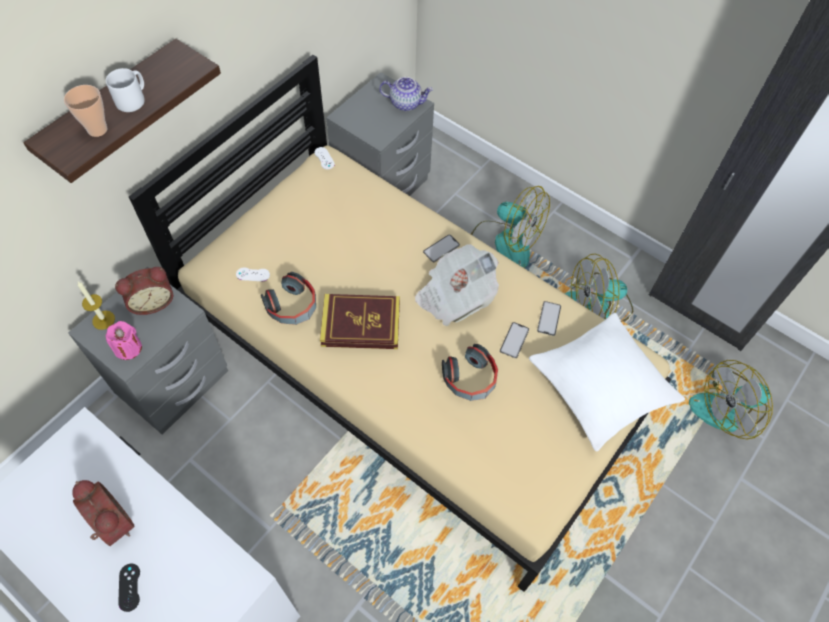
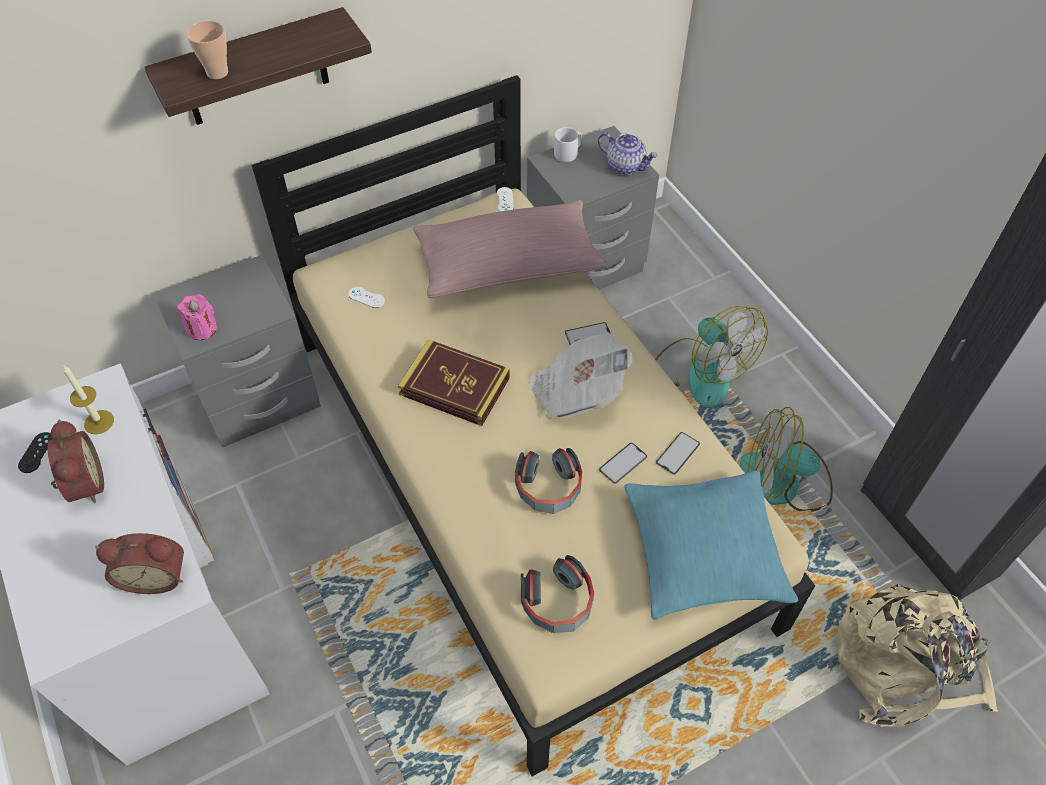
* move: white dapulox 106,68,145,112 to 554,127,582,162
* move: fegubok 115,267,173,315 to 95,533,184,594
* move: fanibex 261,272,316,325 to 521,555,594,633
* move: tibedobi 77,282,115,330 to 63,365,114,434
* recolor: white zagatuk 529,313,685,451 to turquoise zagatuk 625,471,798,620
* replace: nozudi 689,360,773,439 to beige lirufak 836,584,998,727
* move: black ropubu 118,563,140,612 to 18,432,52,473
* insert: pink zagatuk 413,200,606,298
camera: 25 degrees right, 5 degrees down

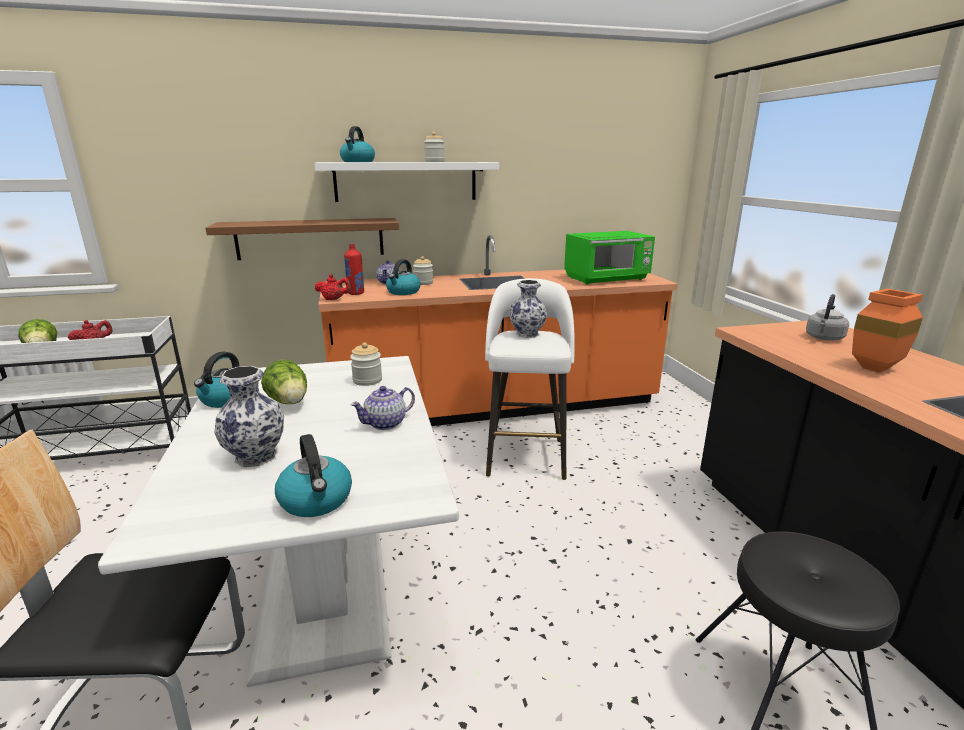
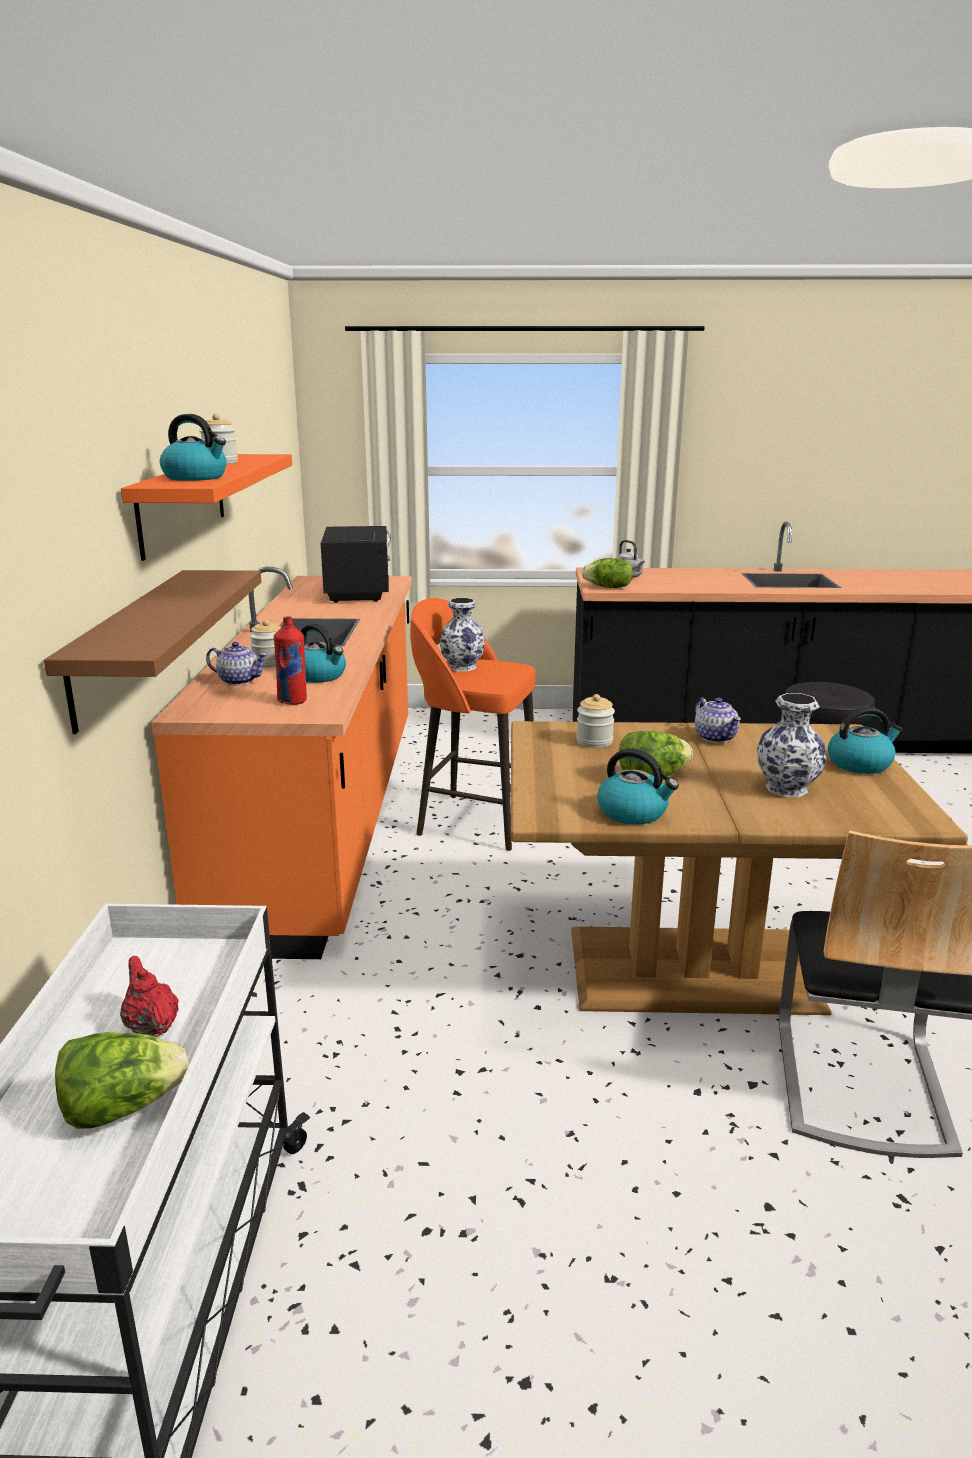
* recolor: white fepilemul 315,162,499,202 to orange fepilemul 121,454,292,561
* recolor: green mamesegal 564,231,655,285 to black mamesegal 321,526,391,603
* delete: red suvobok 315,274,351,300
* recolor: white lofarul 485,278,575,480 to orange lofarul 410,598,535,851
* delete: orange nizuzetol 852,288,923,373
* recolor: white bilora 98,356,459,687 to brown bilora 511,721,968,1015
* insert: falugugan 581,558,633,588
camera: 75 degrees left, 0 degrees up

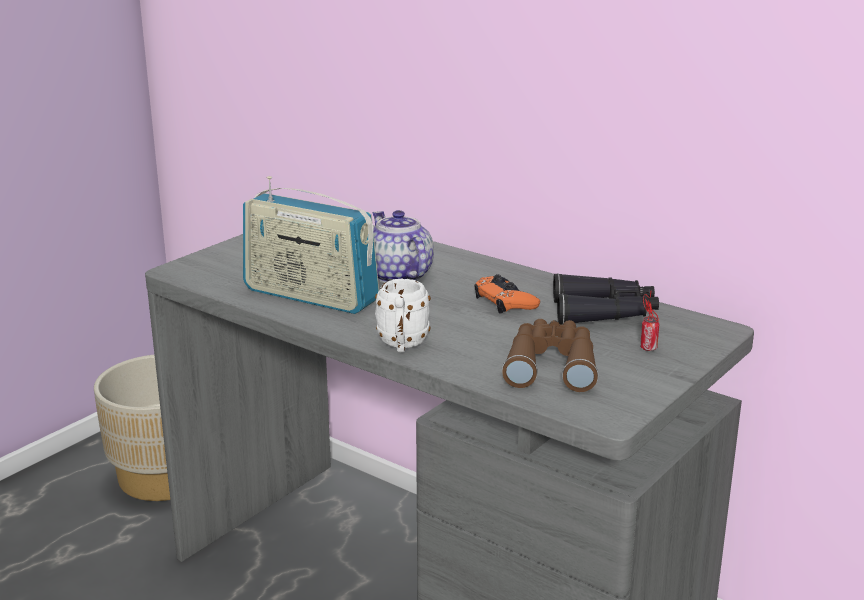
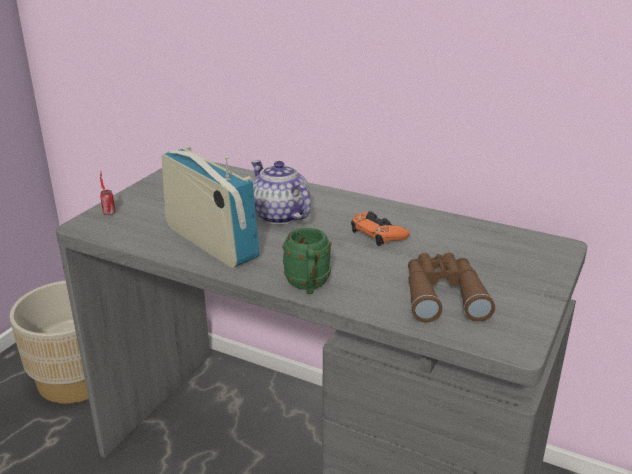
* rotate: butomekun 243,176,379,314 = 161,146,259,268 150 degrees counterclockwise
* delete: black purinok 553,273,659,325
* recolor: white dapulox 375,279,431,352 to green dapulox 282,228,332,294
* move: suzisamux 640,292,659,351 to 100,174,116,215
camera: 10 degrees left, 5 degrees up

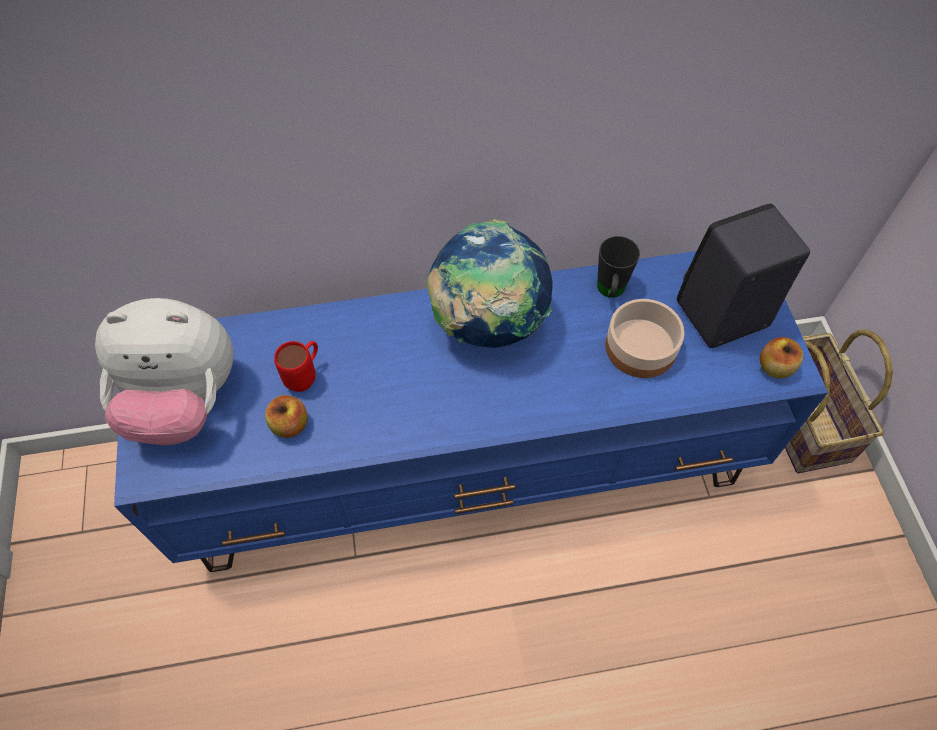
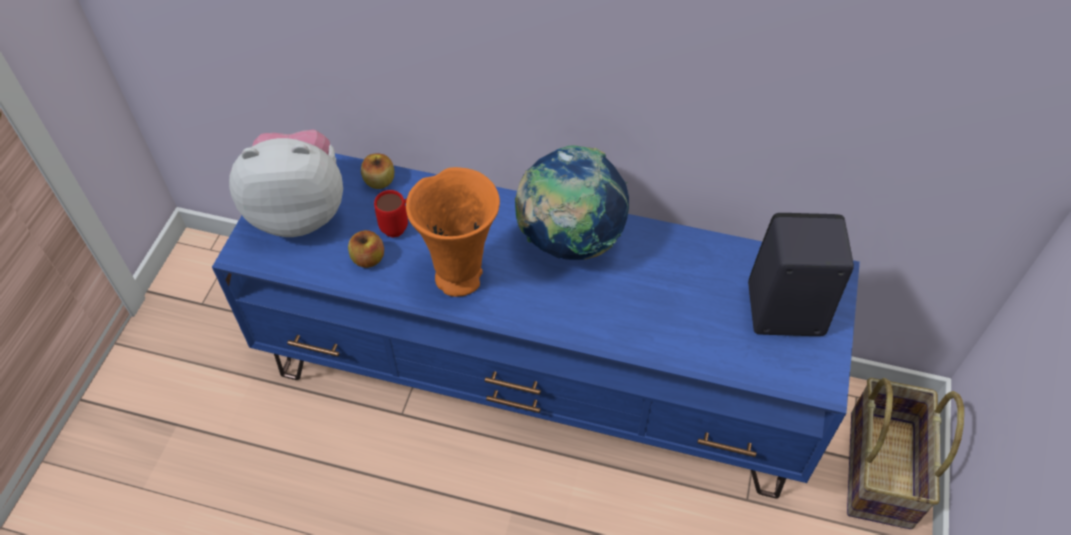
* delete: black dapulox 597,236,640,298
* rotate: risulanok 95,298,233,445 = 229,130,343,237 150 degrees clockwise
* delete: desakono 605,299,685,378
* move: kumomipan 760,337,803,378 to 361,153,394,189
* insert: orange nizuzetol 406,167,500,297
camera: 25 degrees right, 5 degrees down

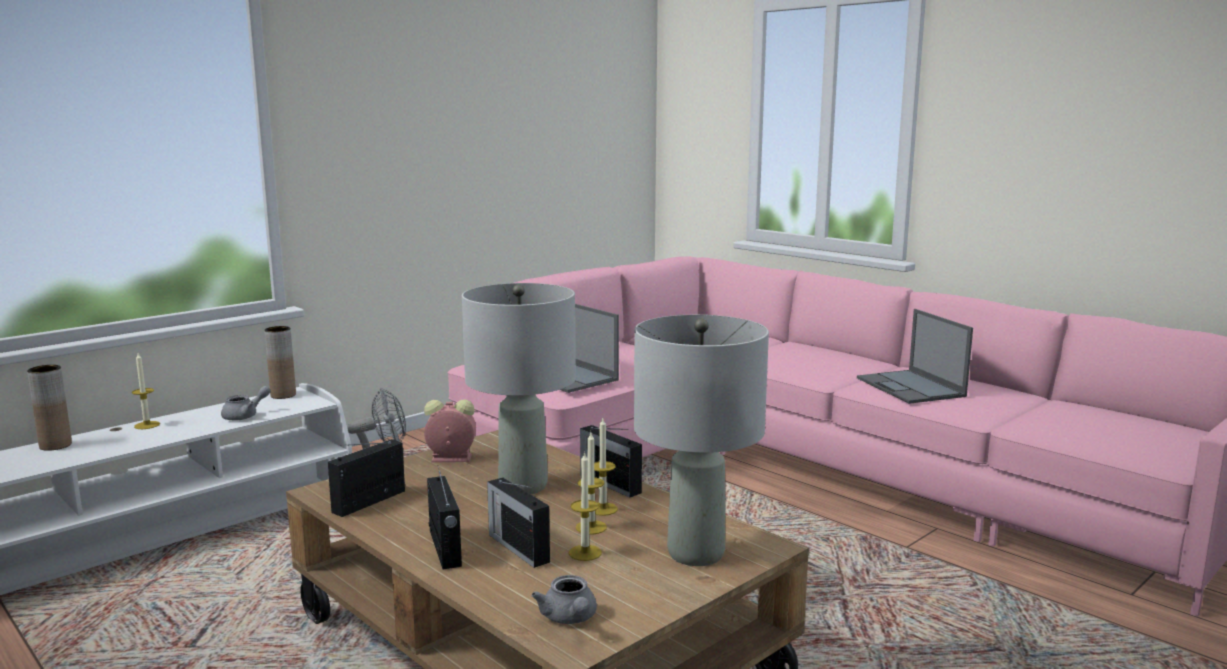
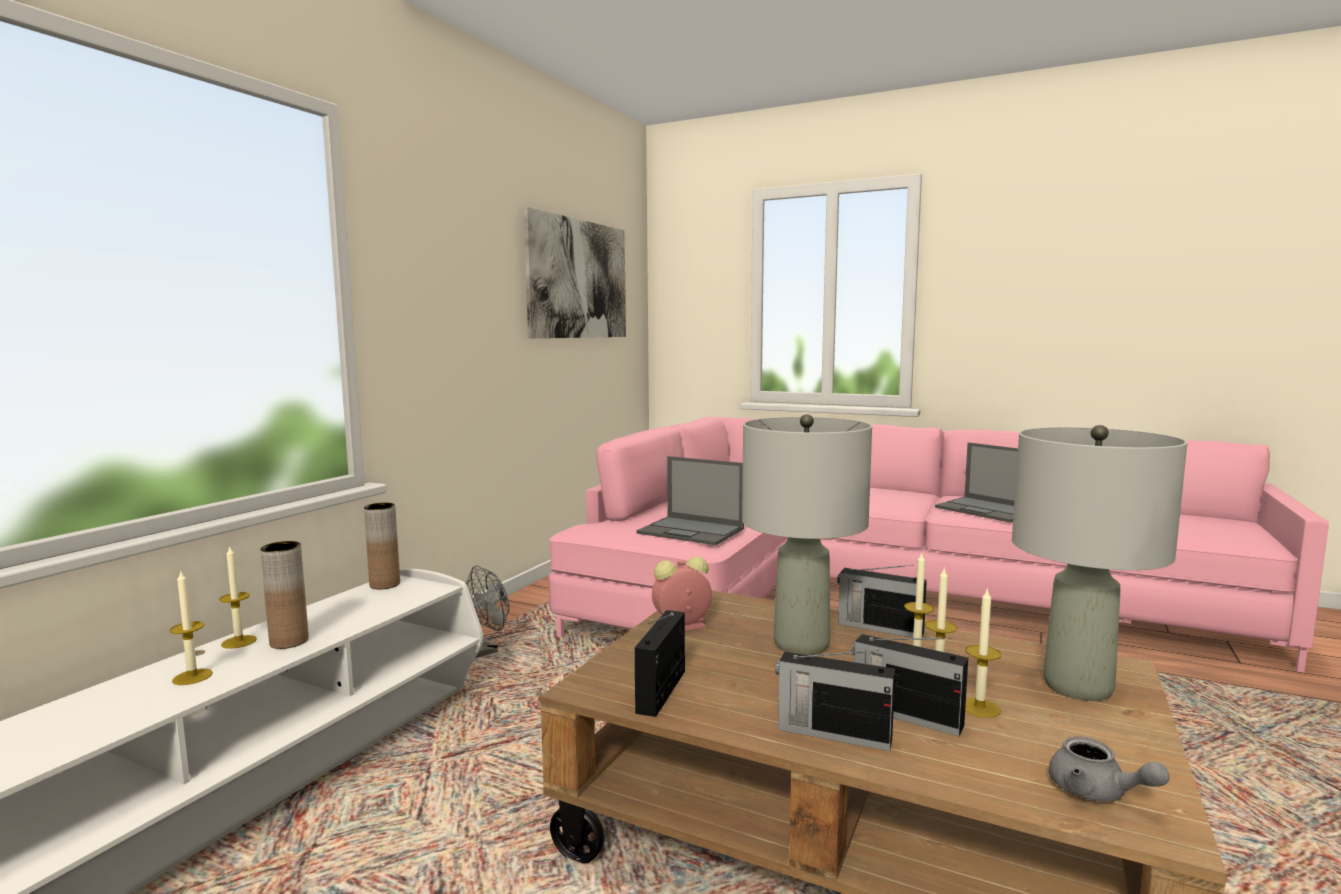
* move: brown nizuzetol 27,365,72,451 to 260,541,309,649
* delete: grey suvobok 221,386,271,421
* rotate: butomekun 427,465,462,569 = 776,650,895,751 150 degrees clockwise
* insert: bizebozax 523,207,626,338
* insert: tibedobi 169,572,213,685
camera: 20 degrees left, 5 degrees down

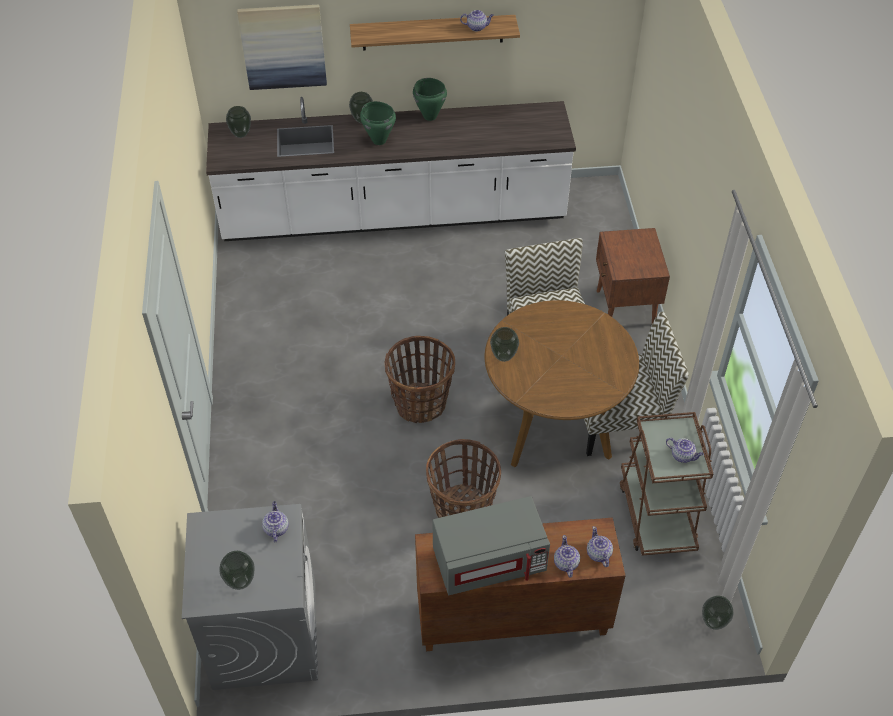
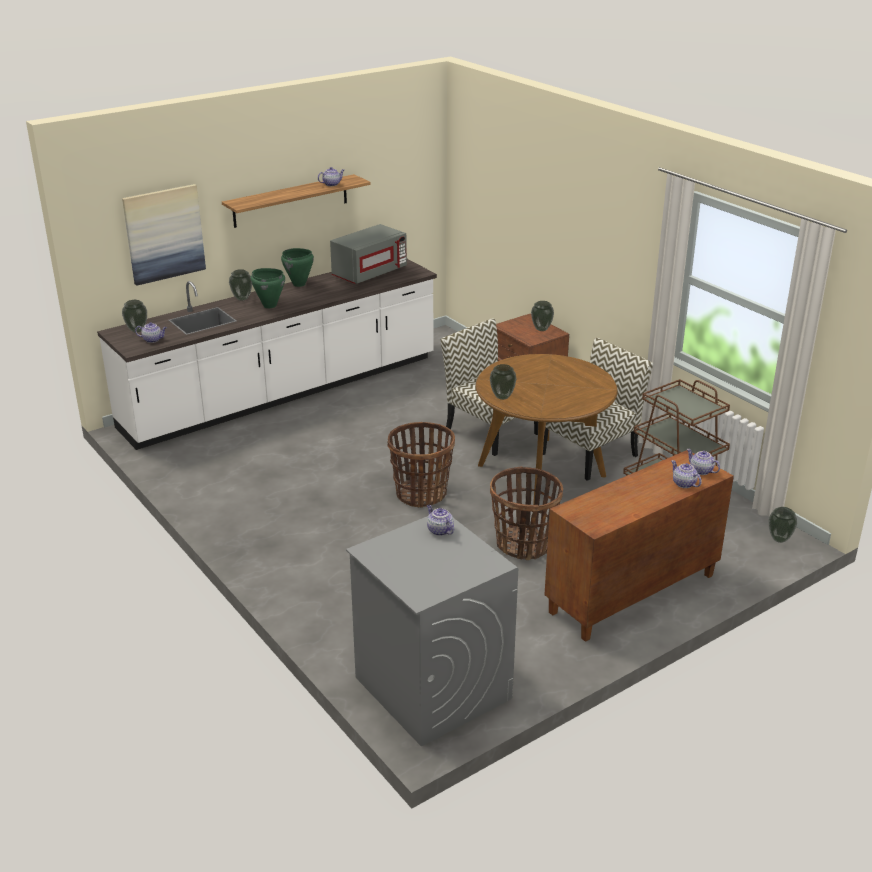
* move: suvobok 666,438,704,463 to 135,322,167,343
* move: grey mamesegal 432,496,550,595 to 330,224,407,284
* move: nizuzetol 219,551,255,590 to 531,301,554,331
camera: 30 degrees left, 20 degrees down

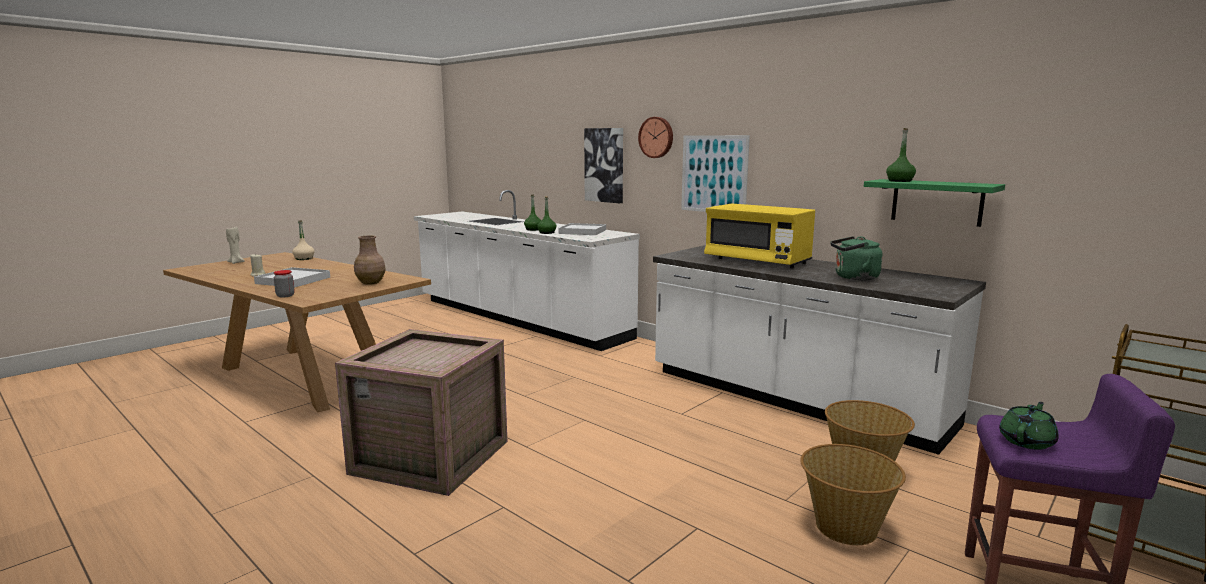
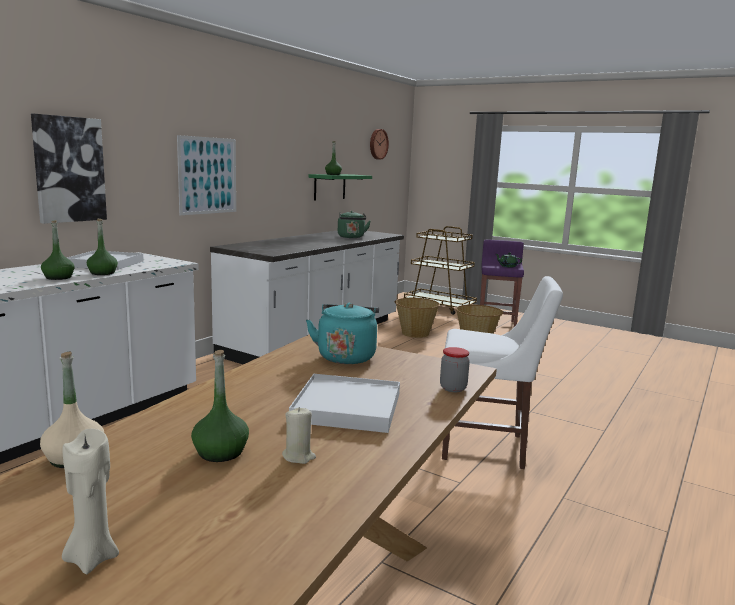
* move: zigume 638,117,673,158 to 370,129,389,160
* delete: yellow mamesegal 704,204,815,268
* replace: brown nizuzetol 354,236,386,285 to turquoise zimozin 306,302,379,364
* replace: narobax 335,329,507,496 to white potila 442,276,563,469
* insert: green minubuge 191,350,249,462
camera: 100 degrees left, 0 degrees up

